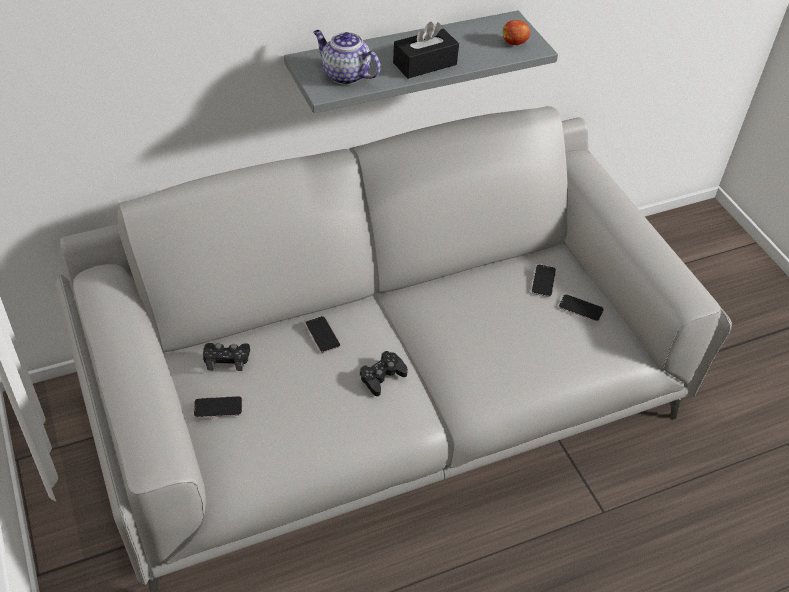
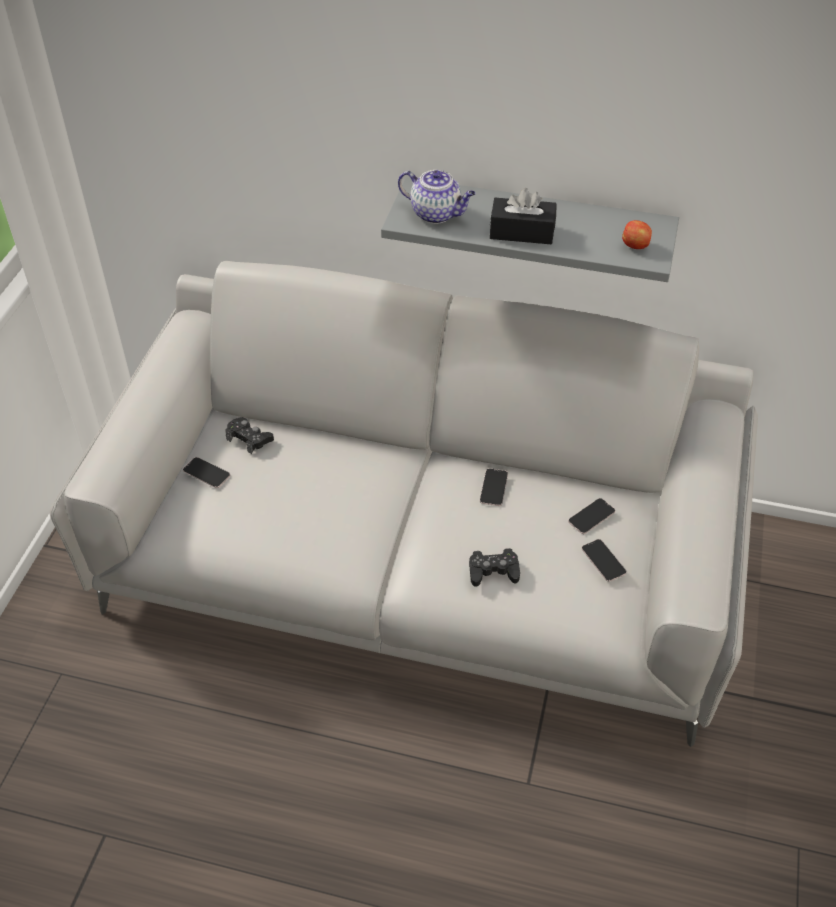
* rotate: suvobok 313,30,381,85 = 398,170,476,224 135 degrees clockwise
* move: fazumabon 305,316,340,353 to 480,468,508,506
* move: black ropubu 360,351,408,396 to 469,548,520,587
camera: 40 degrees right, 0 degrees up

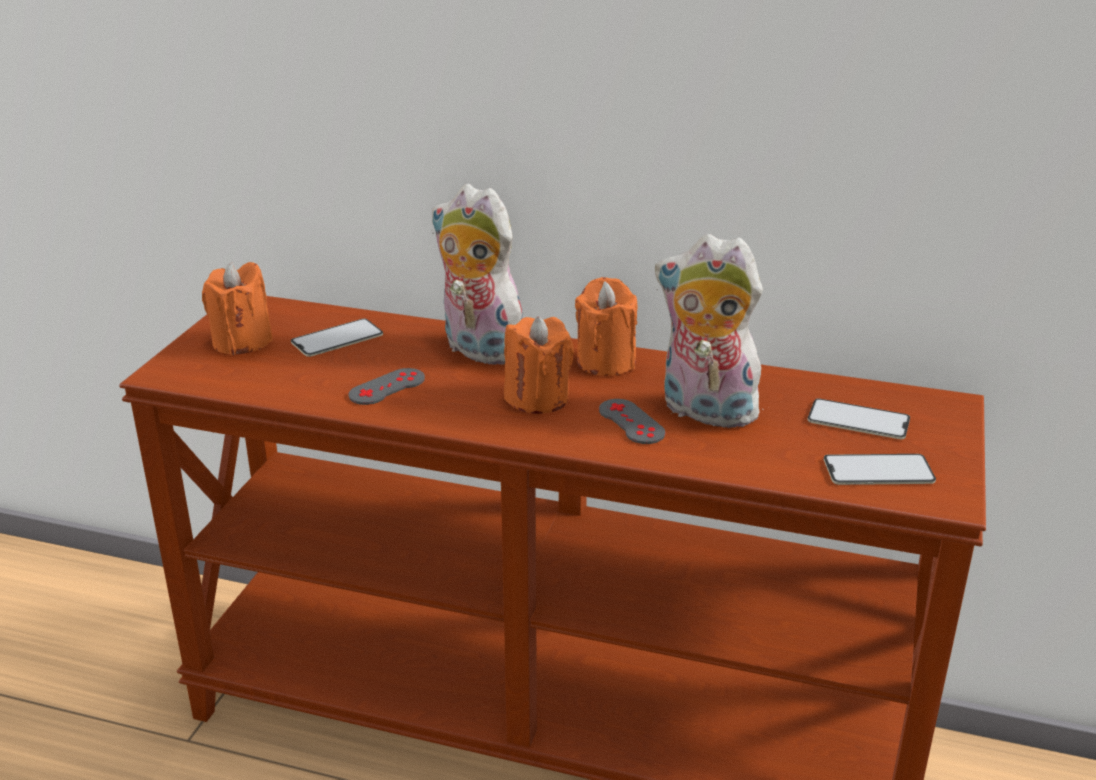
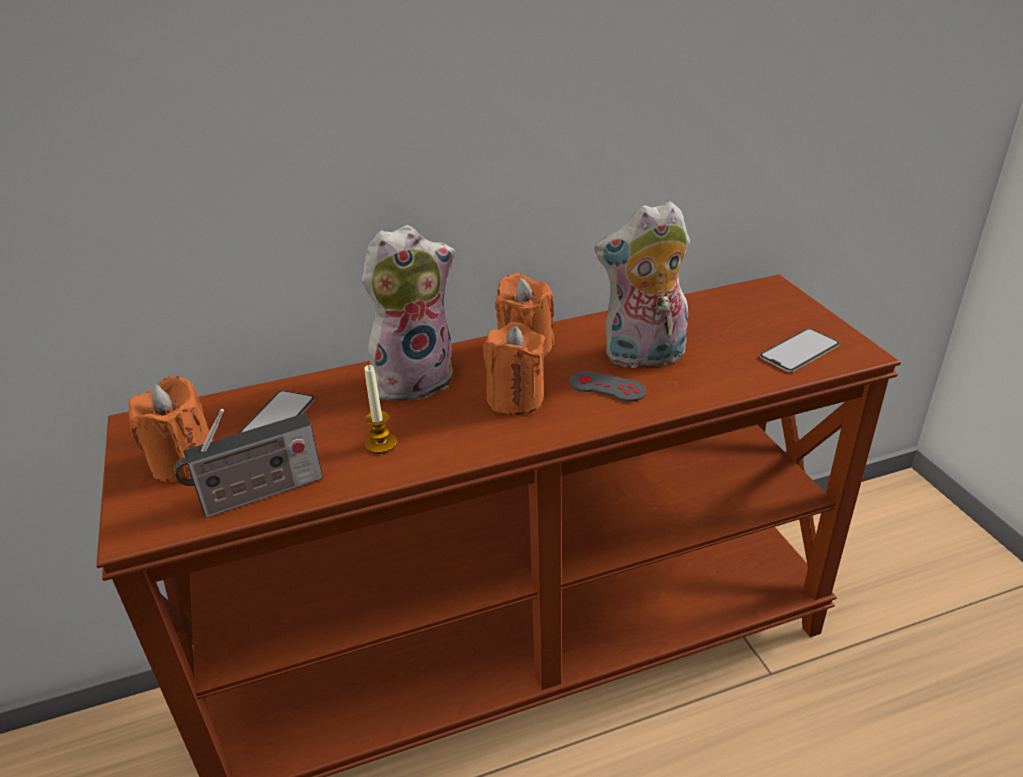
* rotate: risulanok 431,184,523,365 = 362,225,456,405 150 degrees clockwise
* replace: grey ropubu 348,368,425,405 to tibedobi 364,365,397,454
* delete: fazumabon 808,399,910,439
* insert: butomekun 174,409,323,518
camera: 35 degrees left, 5 degrees up

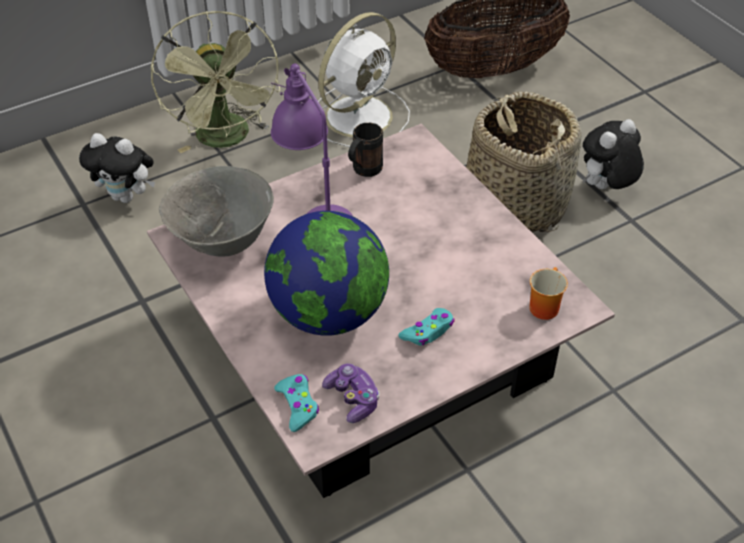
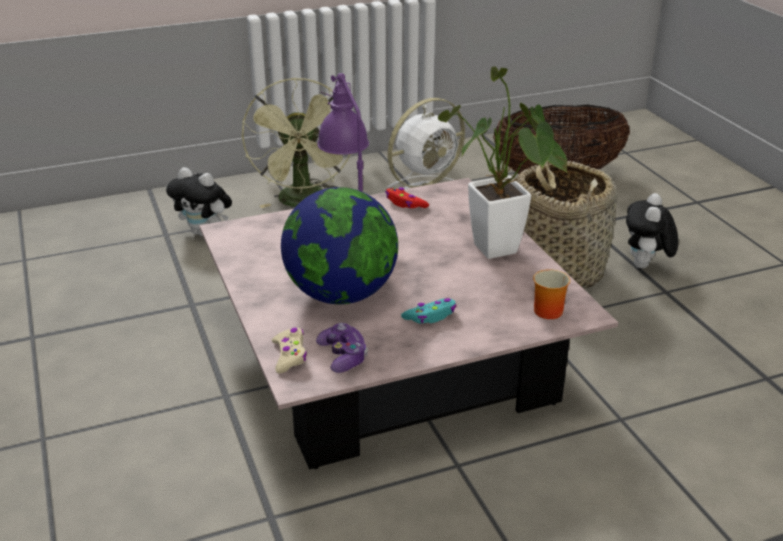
* rotate: risulanok 583,119,644,189 = 626,193,678,268 45 degrees counterclockwise
* replace: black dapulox 348,123,383,177 to red ropubu 385,187,429,208
* delete: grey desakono 159,166,274,257
* recolor: turquoise ropubu 274,374,319,432 to beige ropubu 272,328,307,374
* insert: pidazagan 438,67,568,259
camera: 10 degrees right, 15 degrees down

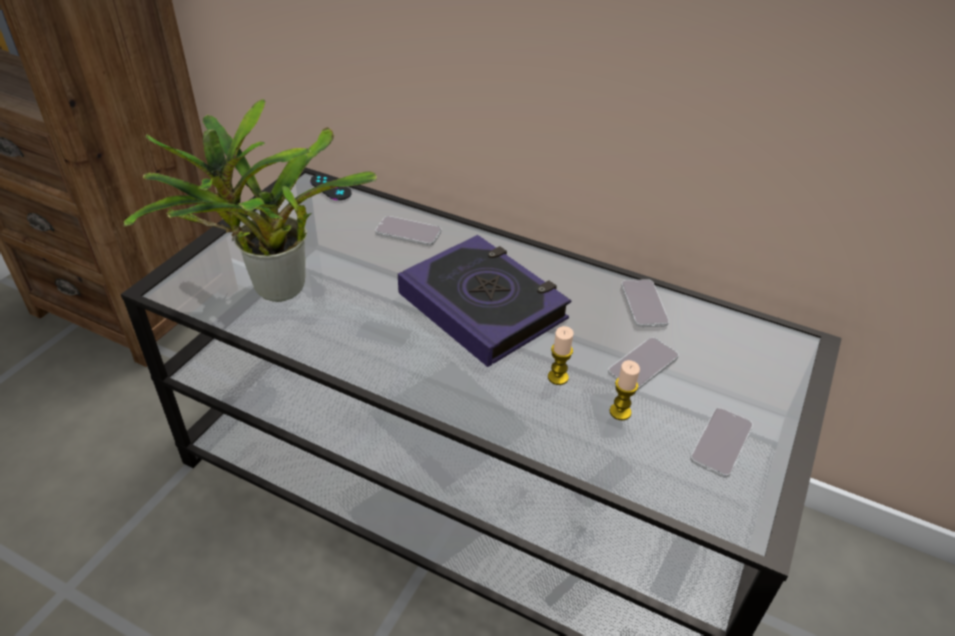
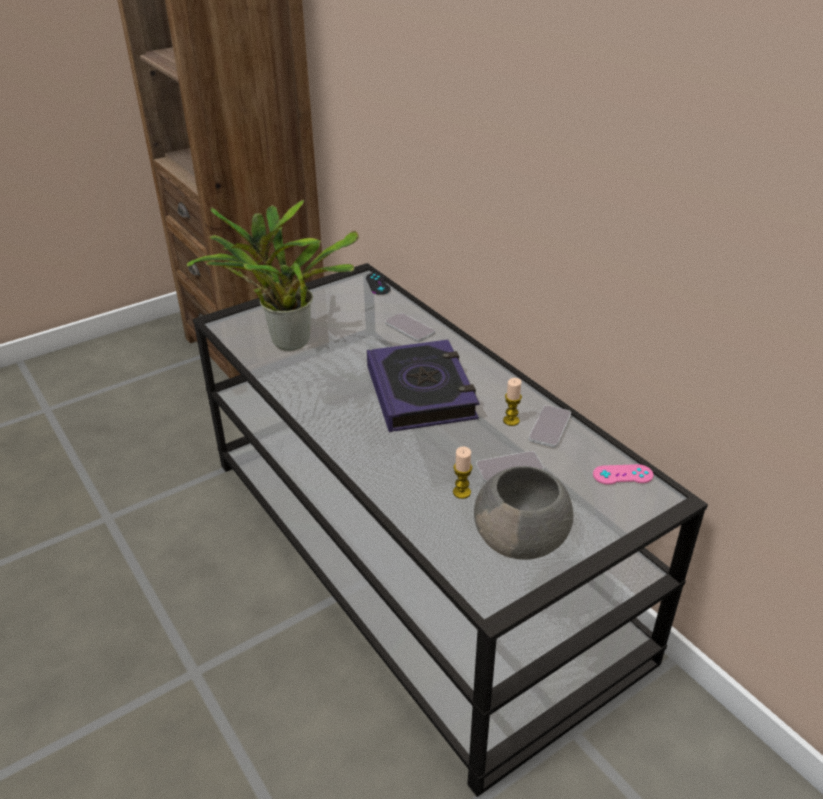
* move: tibedobi 548,326,573,385 to 503,378,522,426
* replace: fazumabon 690,408,753,478 to grey desakono 474,466,573,560
* insert: pink ropubu 593,464,653,485
camera: 30 degrees right, 5 degrees down

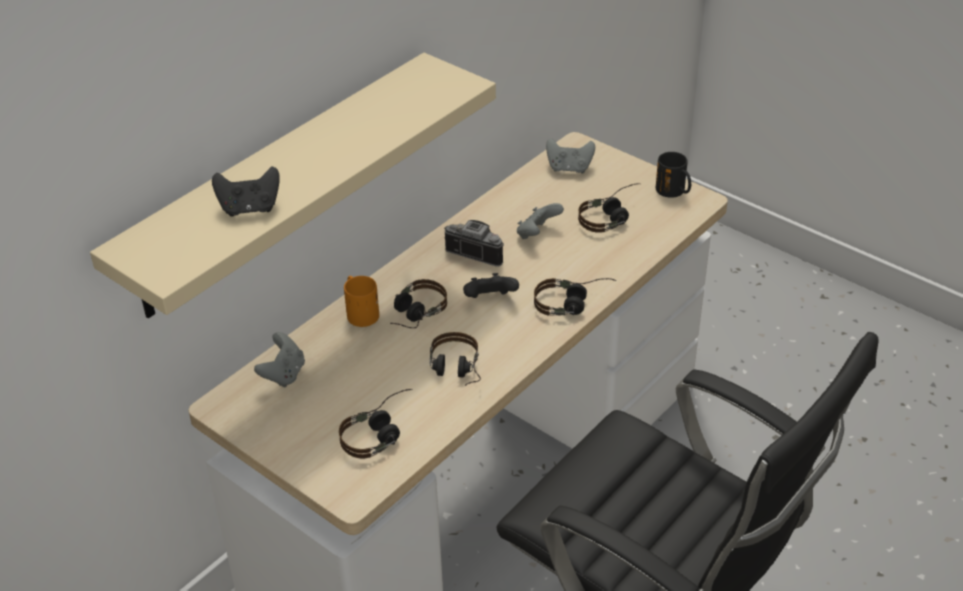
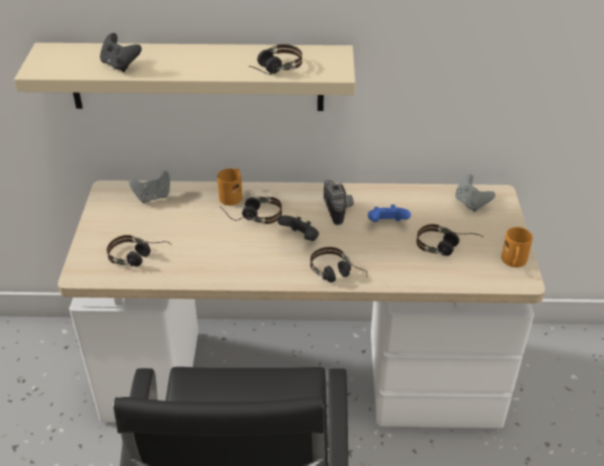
* recolor: black dapulox 656,152,691,198 to orange dapulox 501,227,533,267
* recolor: grey ropubu 517,203,564,239 to blue ropubu 368,204,411,222
* move: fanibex 430,332,481,386 to 249,44,302,75
camera: 50 degrees right, 0 degrees up

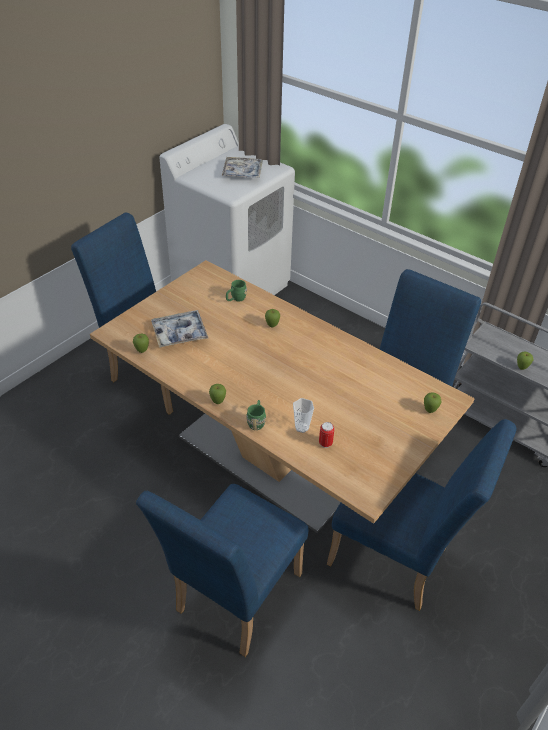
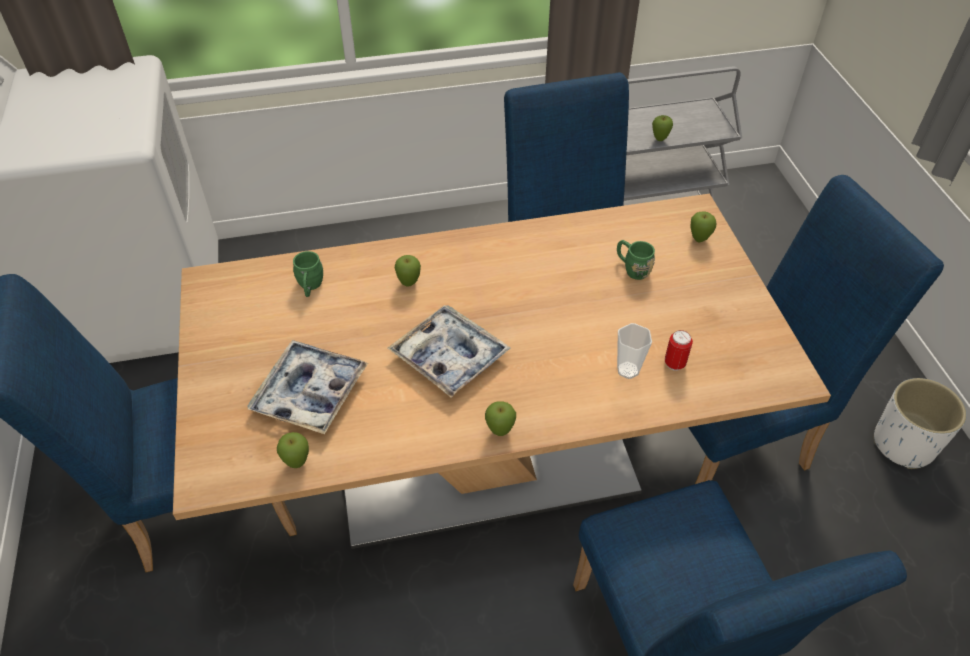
* move: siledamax 222,157,263,178 to 388,305,510,398
* move: green dapulox 246,400,266,430 to 617,240,655,280
* insert: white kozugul 874,378,967,469
camera: 50 degrees left, 5 degrees up

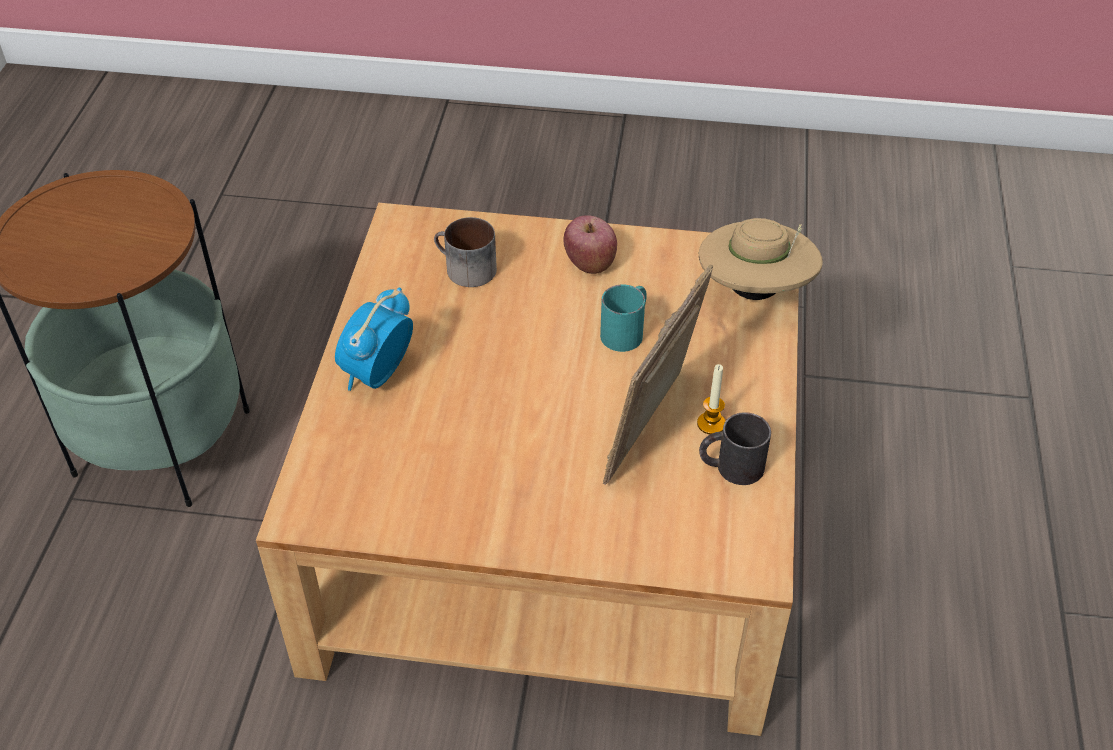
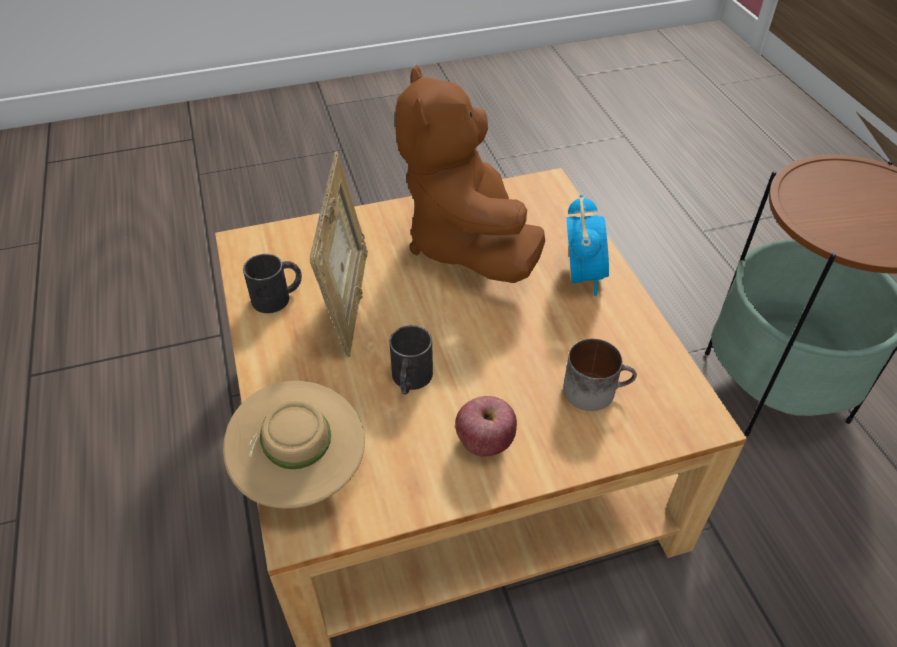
* recolor: turquoise dapulox 600,285,647,352 to black dapulox 389,325,433,394
* delete: tibedobi 697,364,725,434
* insert: brown risulanok 395,64,545,283
camera: 155 degrees right, 0 degrees up

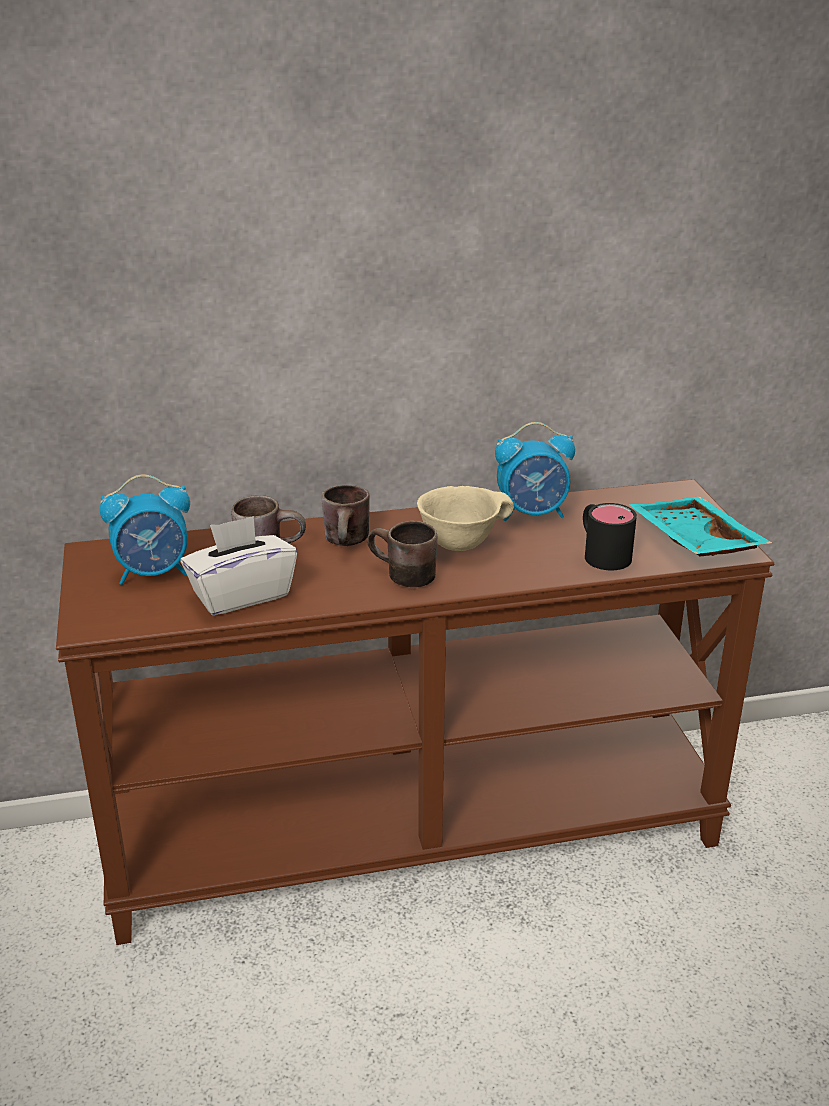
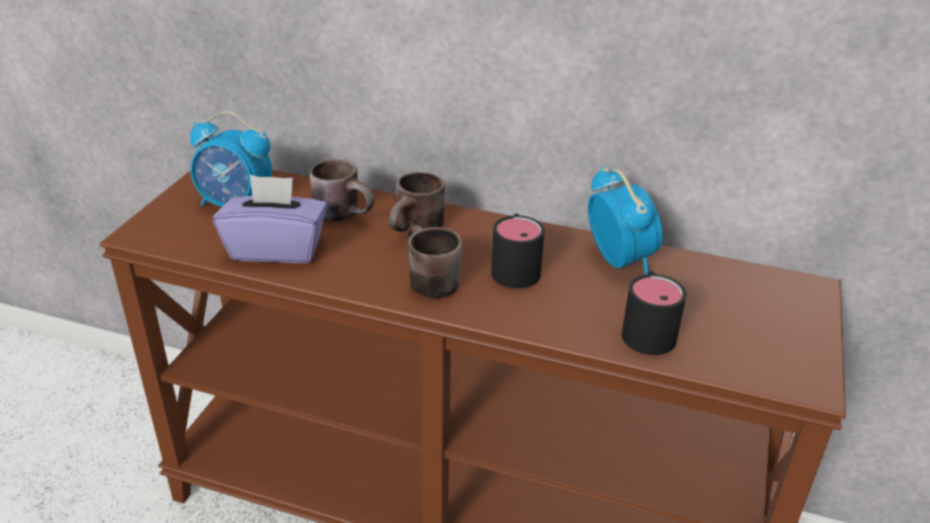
* rotate: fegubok 495,422,575,521 = 588,166,662,275 135 degrees counterclockwise
* replace: beige desakono 417,486,514,551 to black dapulox 491,214,545,288
* delete: turquoise siledamax 629,497,772,557
* recolor: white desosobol 180,516,297,615 to purple desosobol 213,175,328,264
camera: 30 degrees right, 5 degrees up

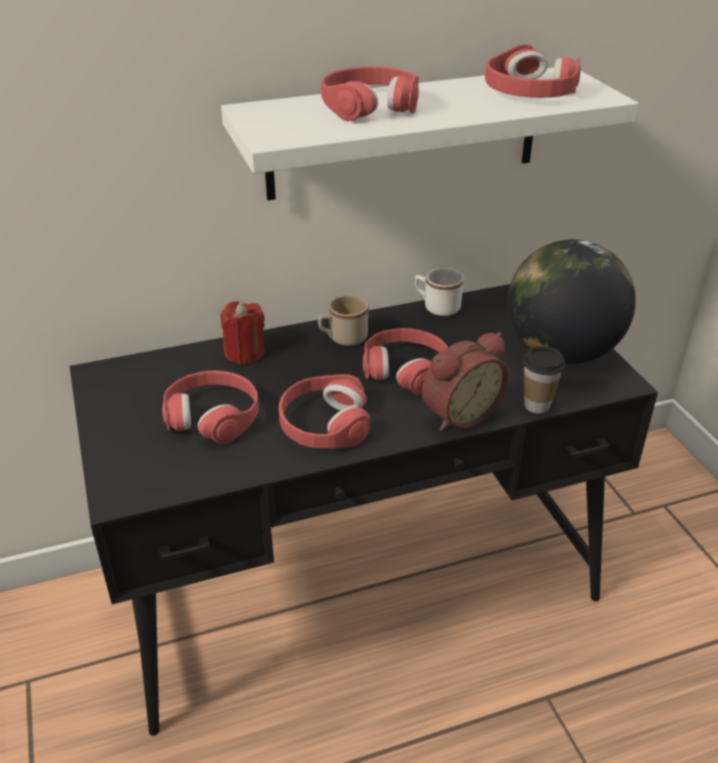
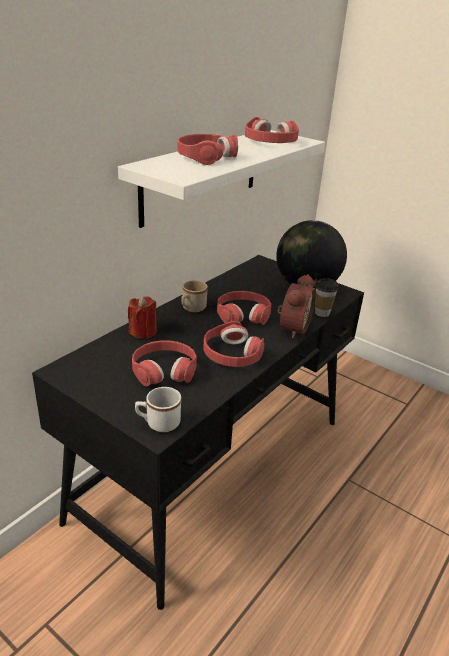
* move: white dapulox 415,268,464,316 to 135,387,181,432
camera: 35 degrees left, 5 degrees down

